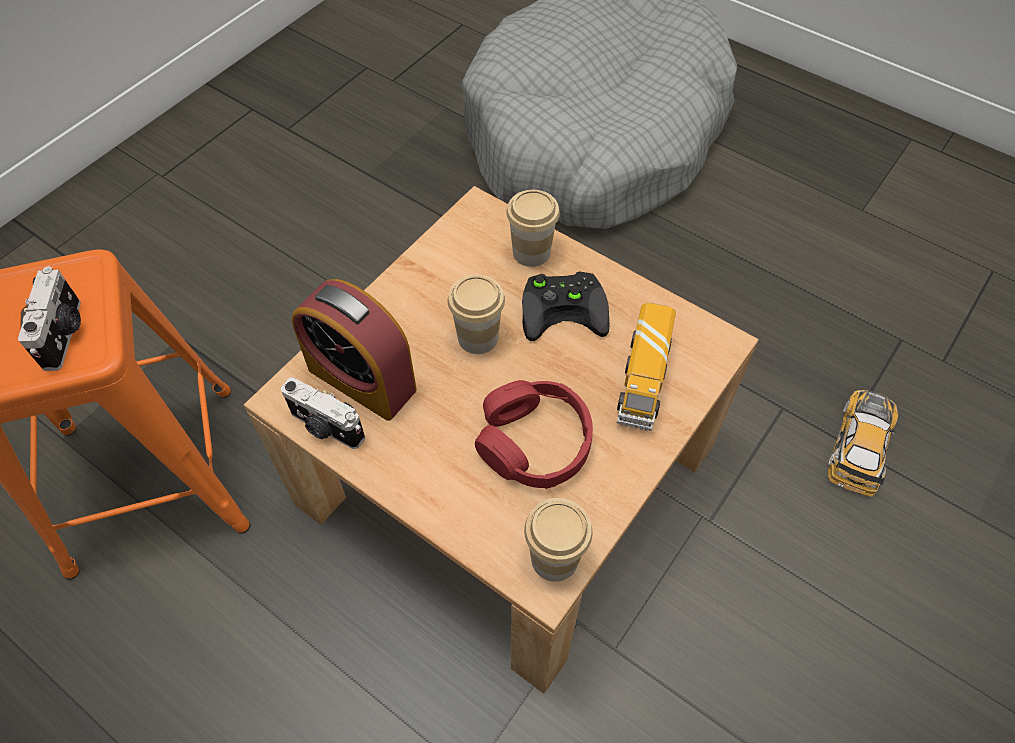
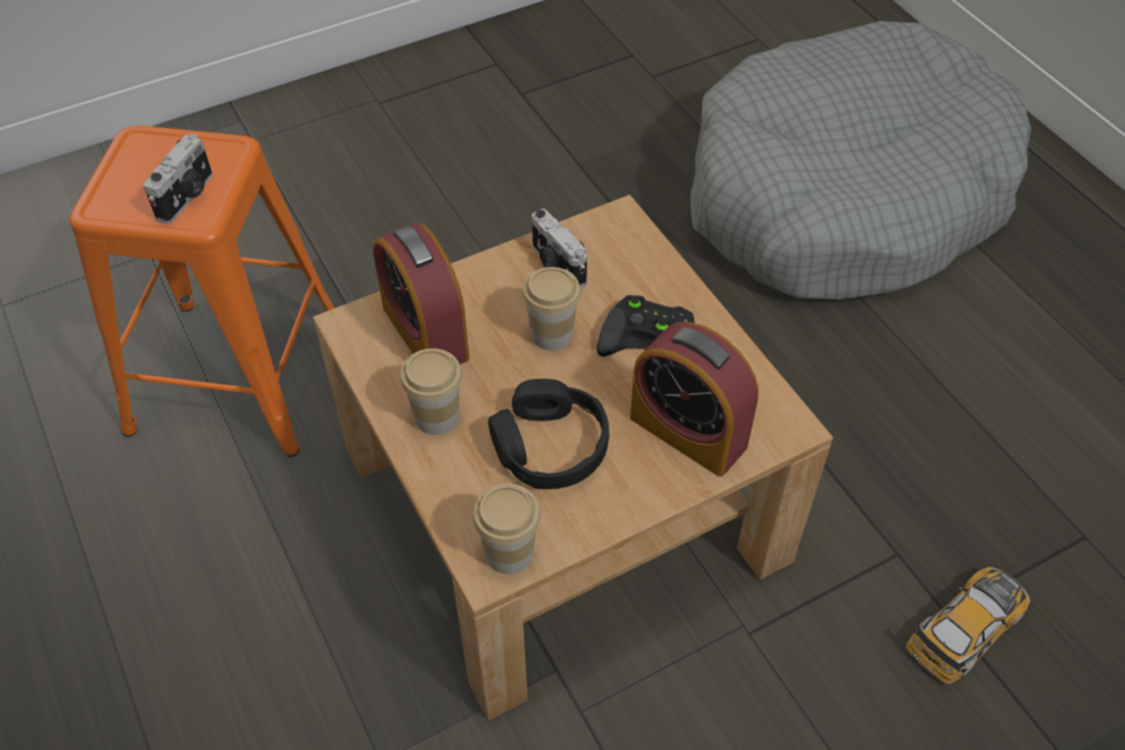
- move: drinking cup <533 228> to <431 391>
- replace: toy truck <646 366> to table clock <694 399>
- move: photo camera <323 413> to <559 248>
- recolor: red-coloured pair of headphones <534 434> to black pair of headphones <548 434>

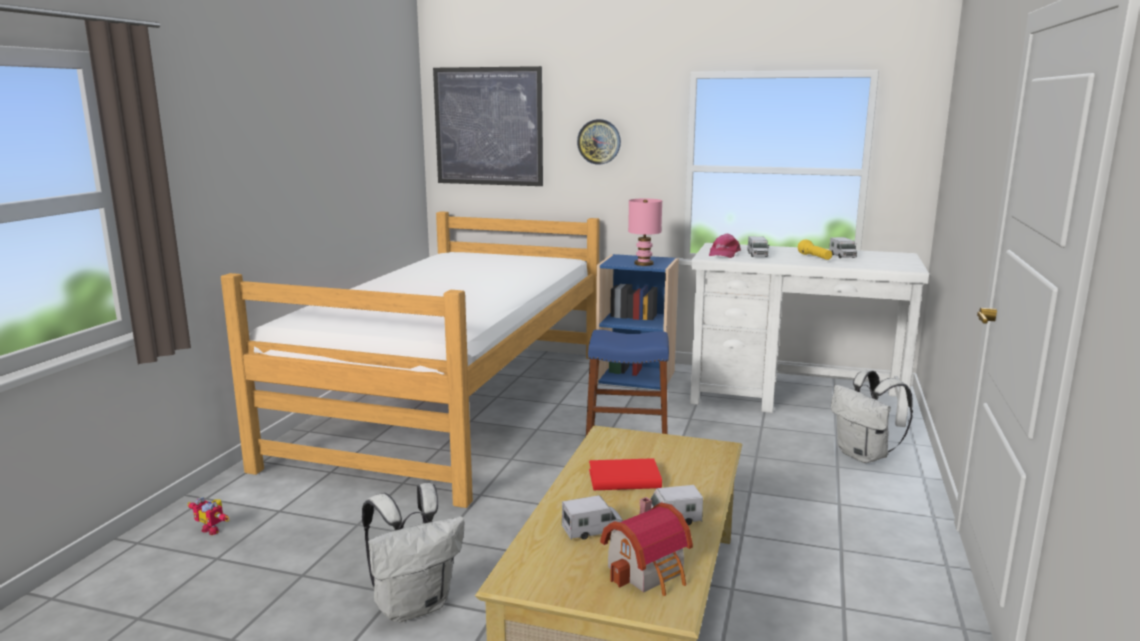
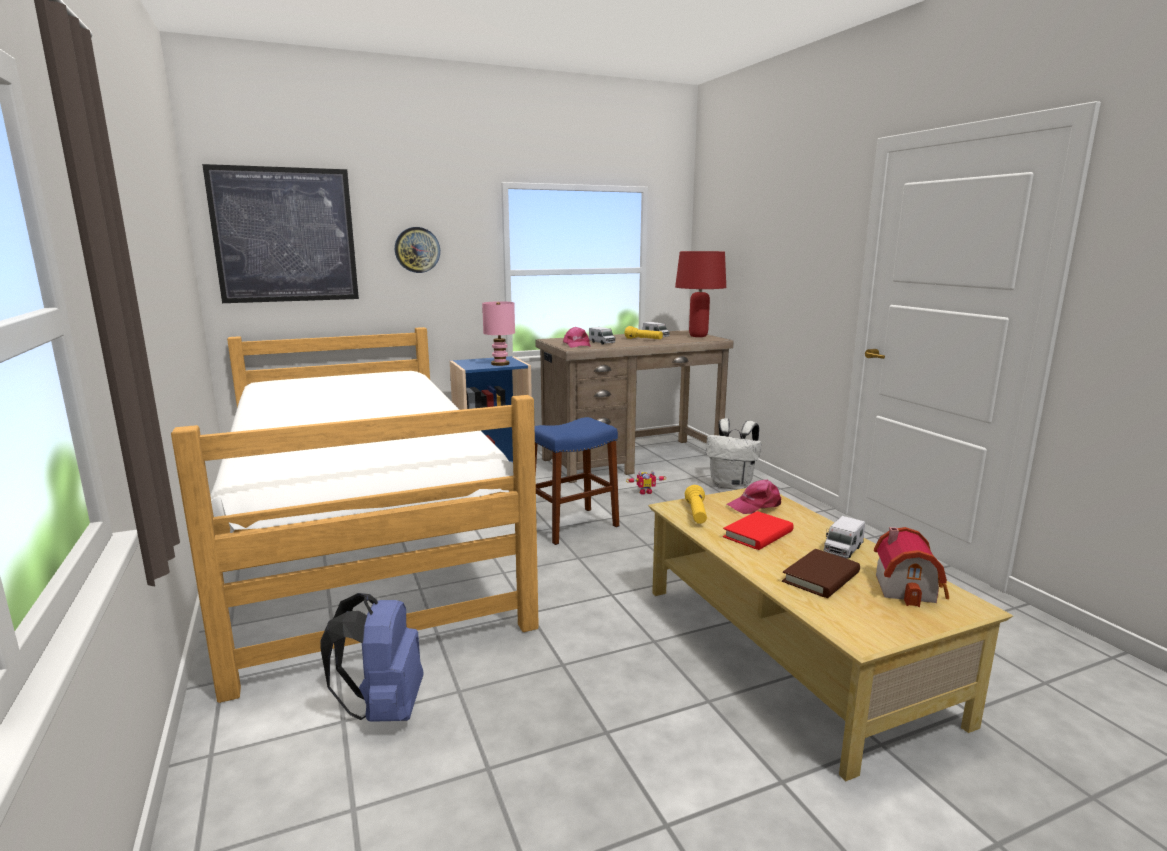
- recolor: white-coloured desk unit <809 335> to brown desk unit <634 406>
- delete: white-coloured backpack <413 552>
- replace: toy truck <592 517> to brown bound book <821 573>
- move: toy robot <208 516> to <646 483>
- insert: red-coloured lamp for a table <700 294>
- insert: pink peaked cap <754 497>
- insert: yellow hand torch <696 504>
- insert: bluish backpack <371 657>

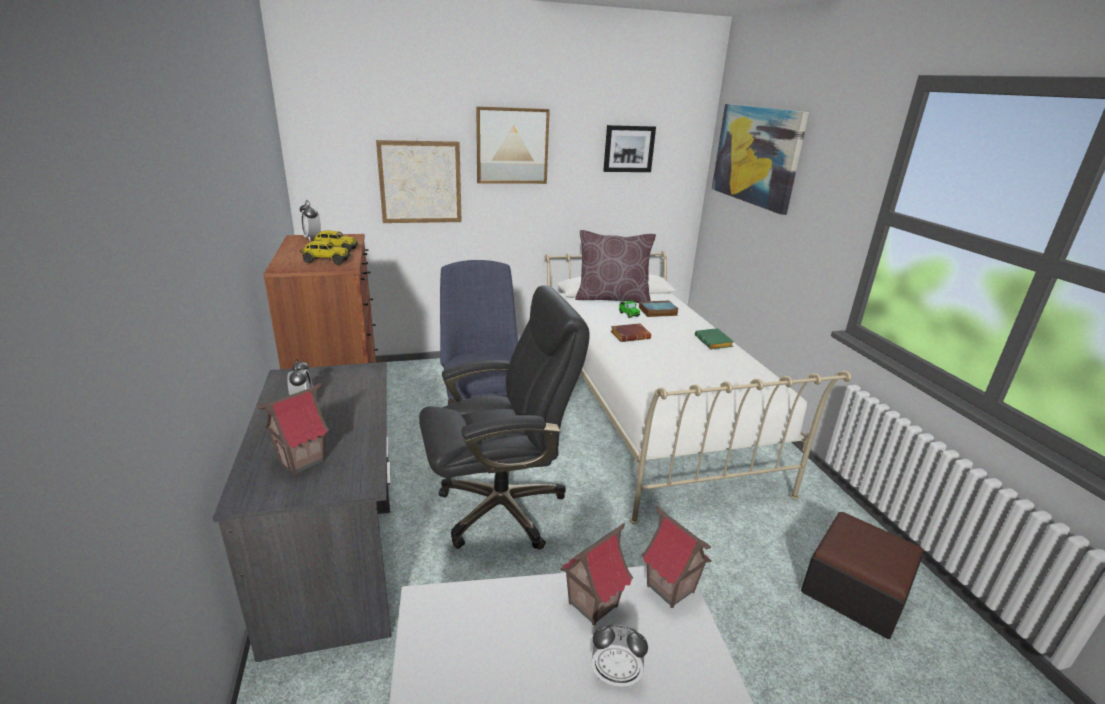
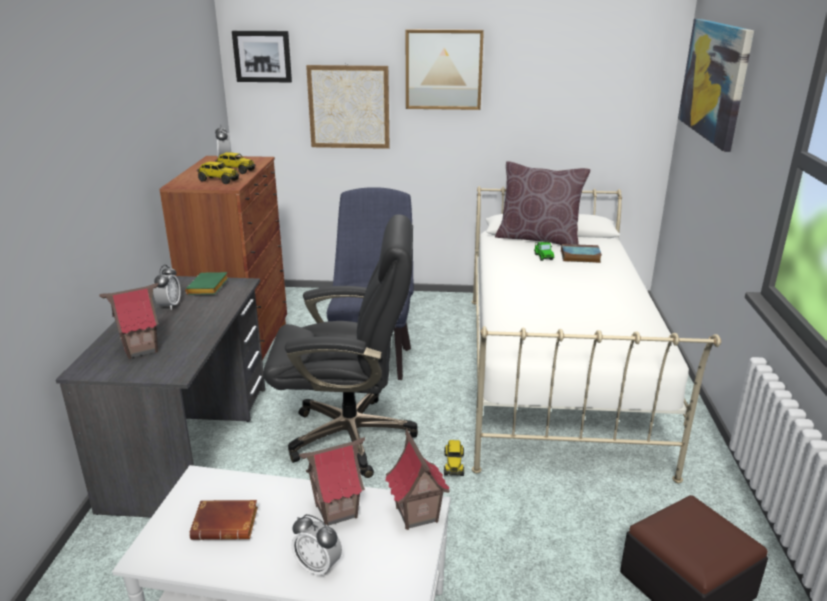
- move: wall picture <629 148> to <262 57>
- move: brown bound book <631 332> to <223 520>
- move: green-coloured bound book <714 338> to <206 283>
- insert: toy truck <454 458>

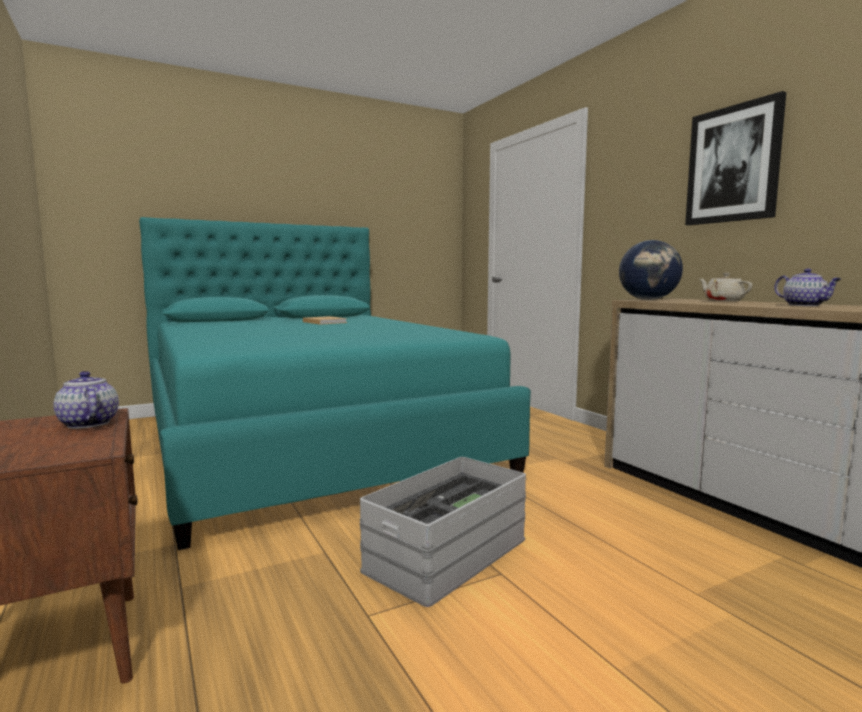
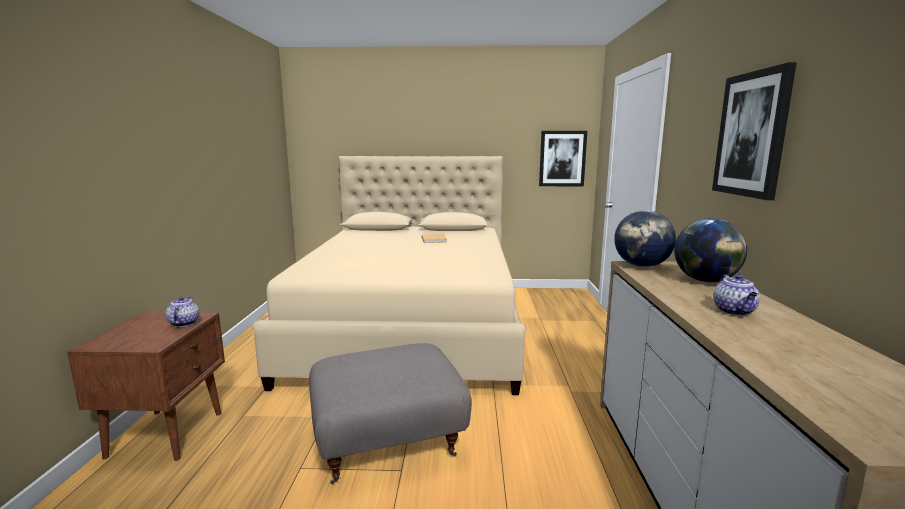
- recolor: turquoise sleeping bed <335 383> to sand-coloured sleeping bed <389 275>
- replace: sand-coloured teapot <726 287> to world globe <710 250>
- replace: grey storage container <443 532> to grey ottoman <390 413>
- insert: wall picture <563 158>

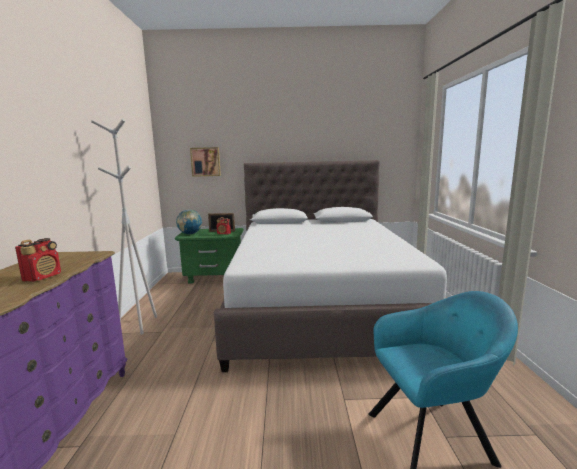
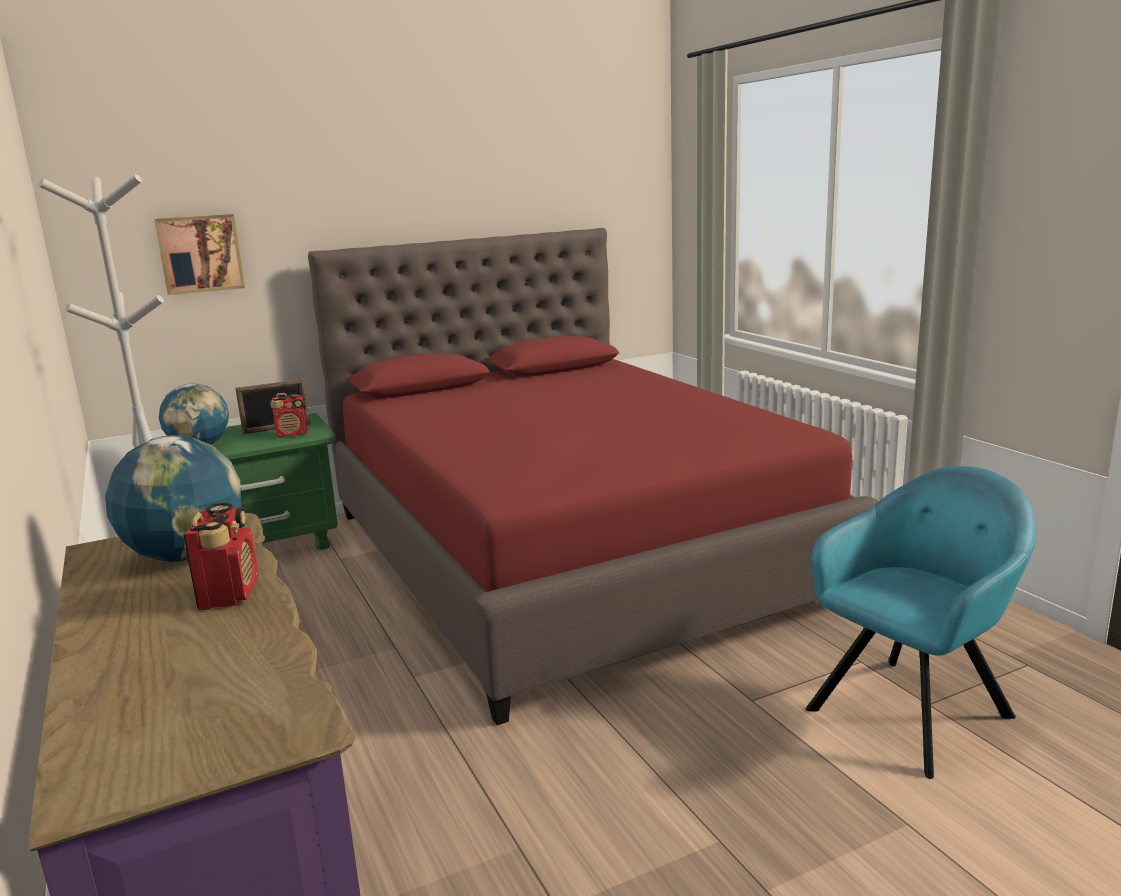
- recolor: white-coloured sleeping bed <330 266> to red-coloured sleeping bed <593 476>
- insert: world globe <173 498>

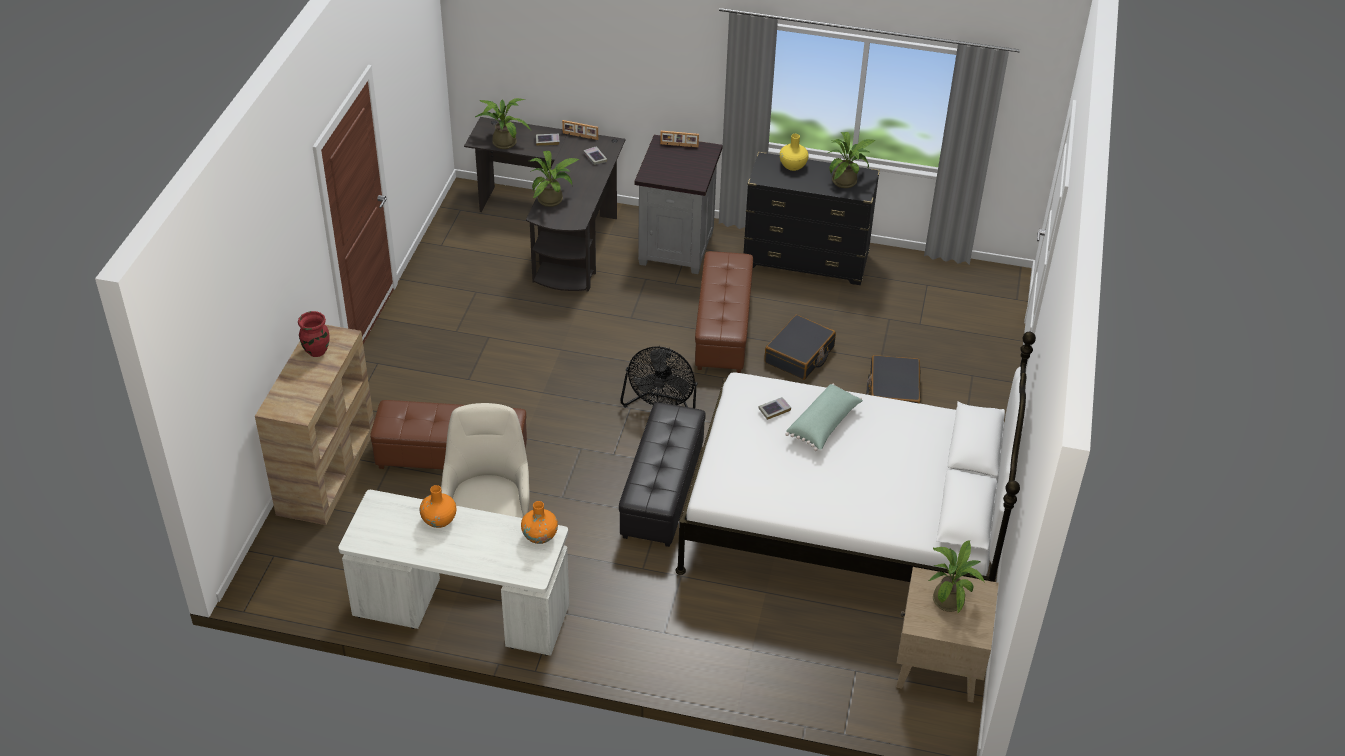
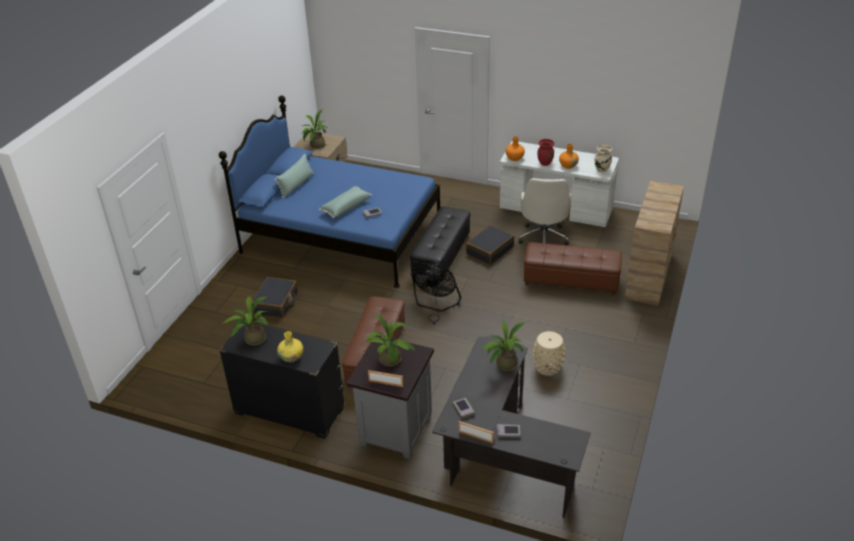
- move: houseplant <503 123> to <390 340>
- move: red-coloured flower vase <314 334> to <545 152>
- move: black travel case <800 347> to <490 245>
- recolor: white-coloured sleeping bed <856 457> to bluish sleeping bed <329 192>
- insert: sand-coloured flower vase <603 158>
- insert: green-coloured pillow <294 176>
- insert: sand-coloured sitting stool <549 353>

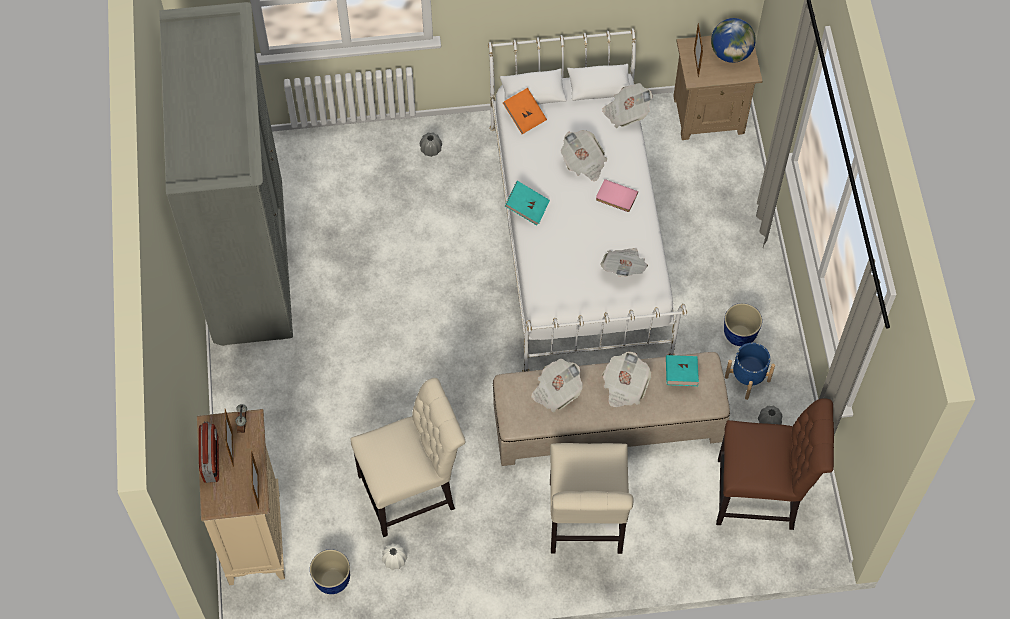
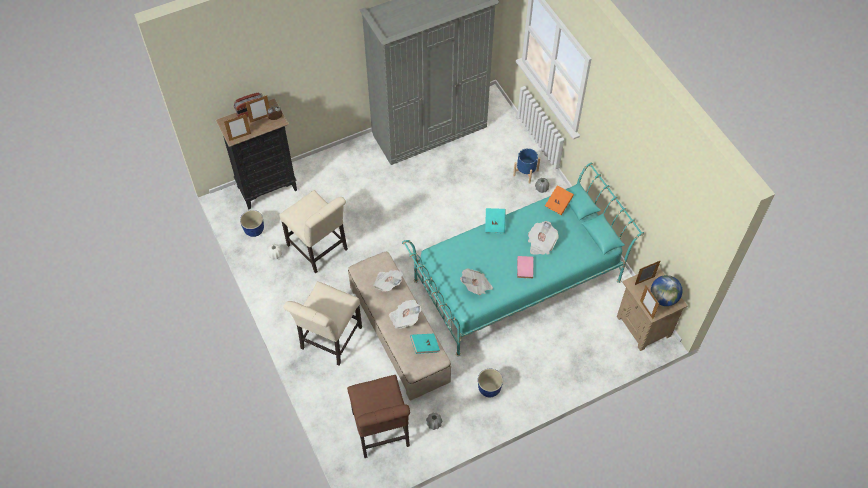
- recolor: white-coloured sleeping bed <587 200> to turquoise sleeping bed <523 259>
- delete: daily paper <627 105>
- move: bluish plant pot <750 371> to <526 166>
- recolor: sand-coloured dresser <241 497> to black dresser <256 153>
- rotate: sand-coloured chair <592 498> = <322 323> 45 degrees counterclockwise
- insert: picture frame <649 302>

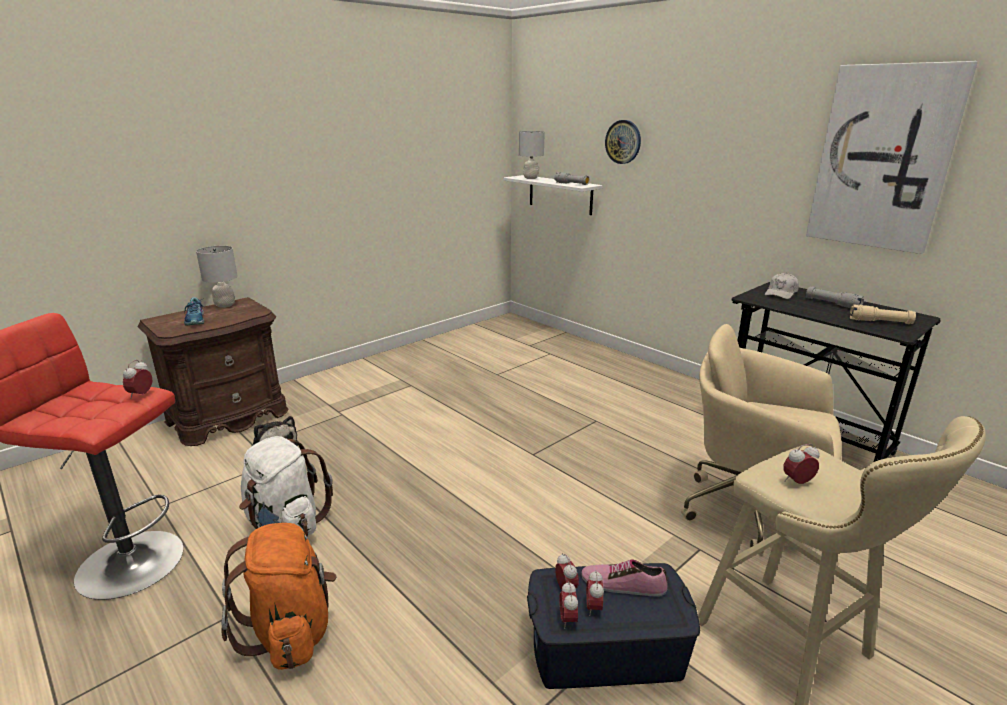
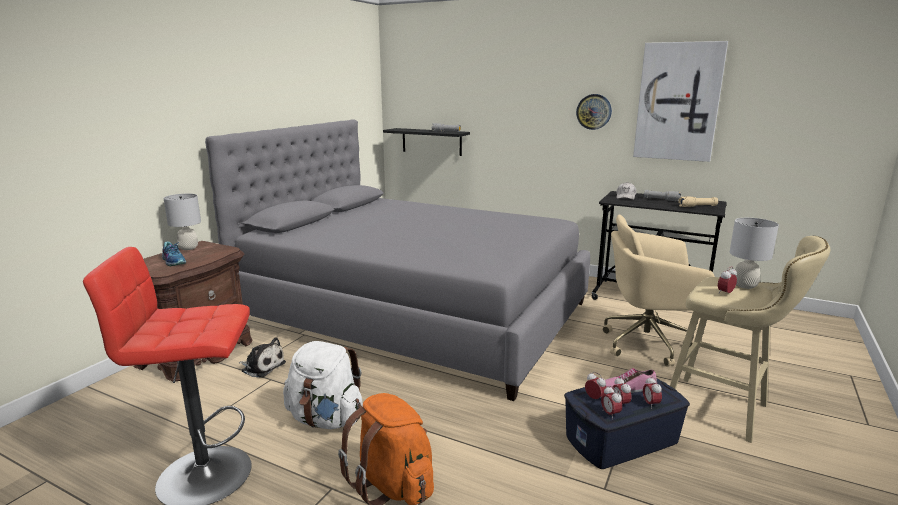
- move: hanging clock <623 142> to <594 112>
- move: grey lamp for a table <532 155> to <754 253>
- recolor: white-coloured bracket shelf <553 195> to black bracket shelf <426 142>
- move: table clock <137 379> to <652 392>
- insert: grey sleeping bed <397 260>

